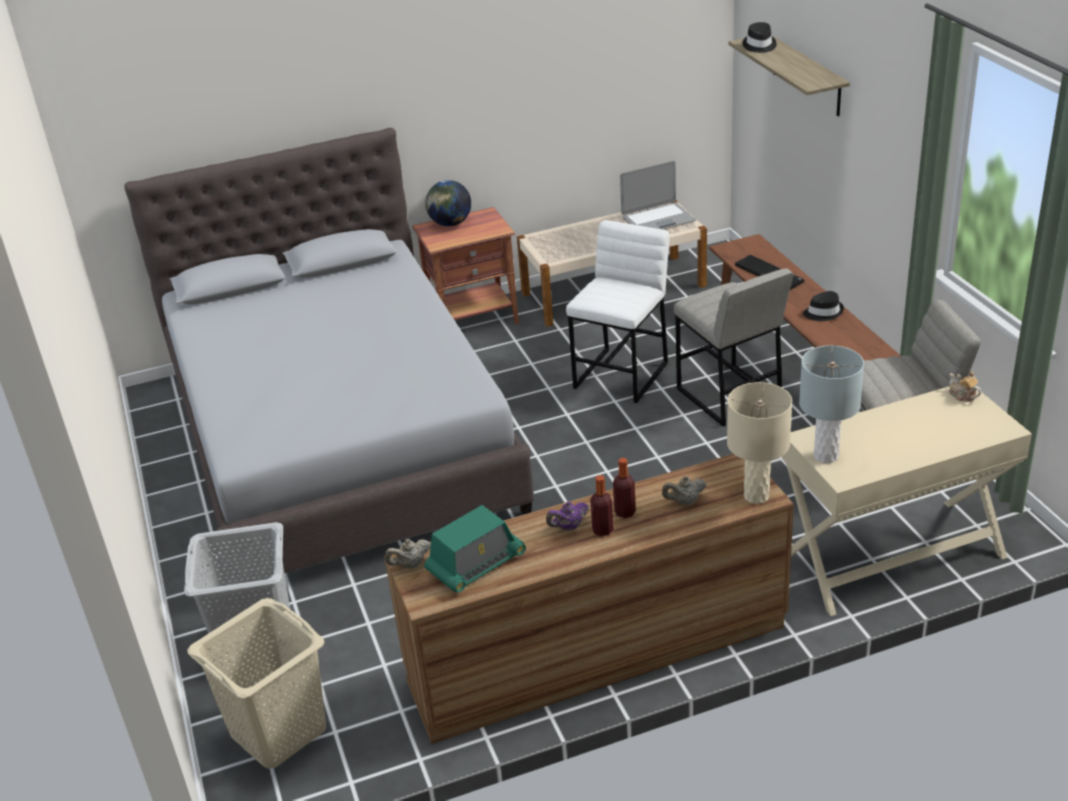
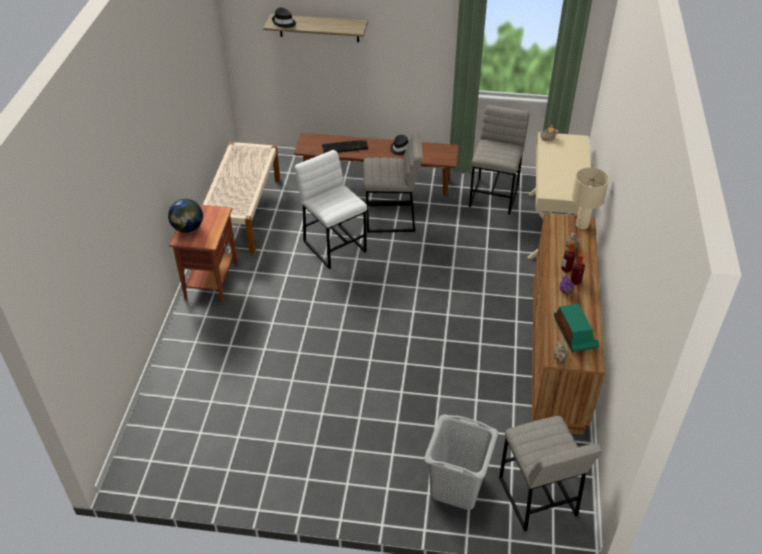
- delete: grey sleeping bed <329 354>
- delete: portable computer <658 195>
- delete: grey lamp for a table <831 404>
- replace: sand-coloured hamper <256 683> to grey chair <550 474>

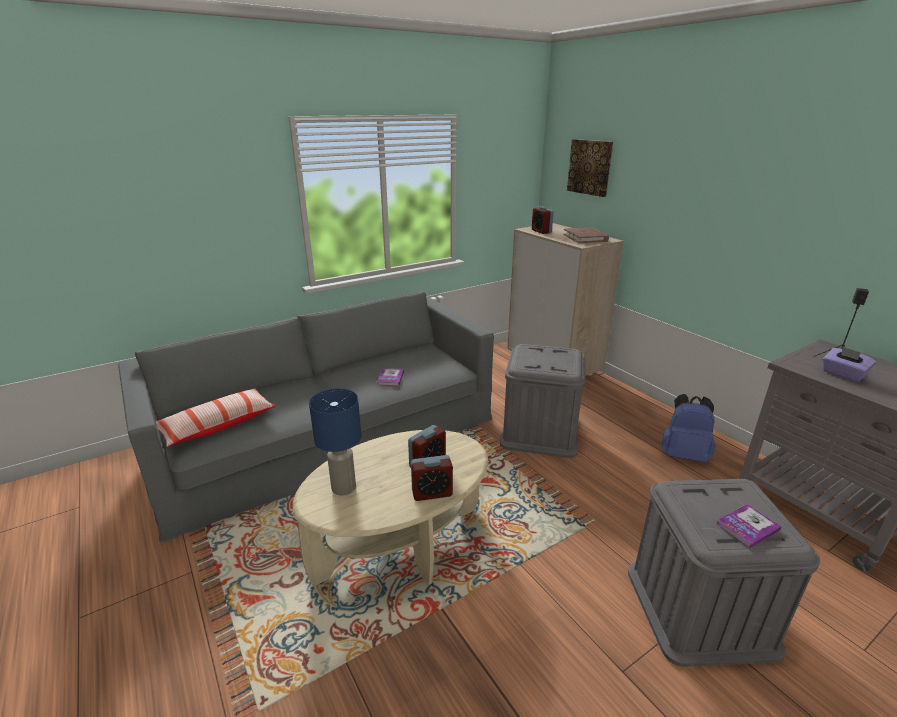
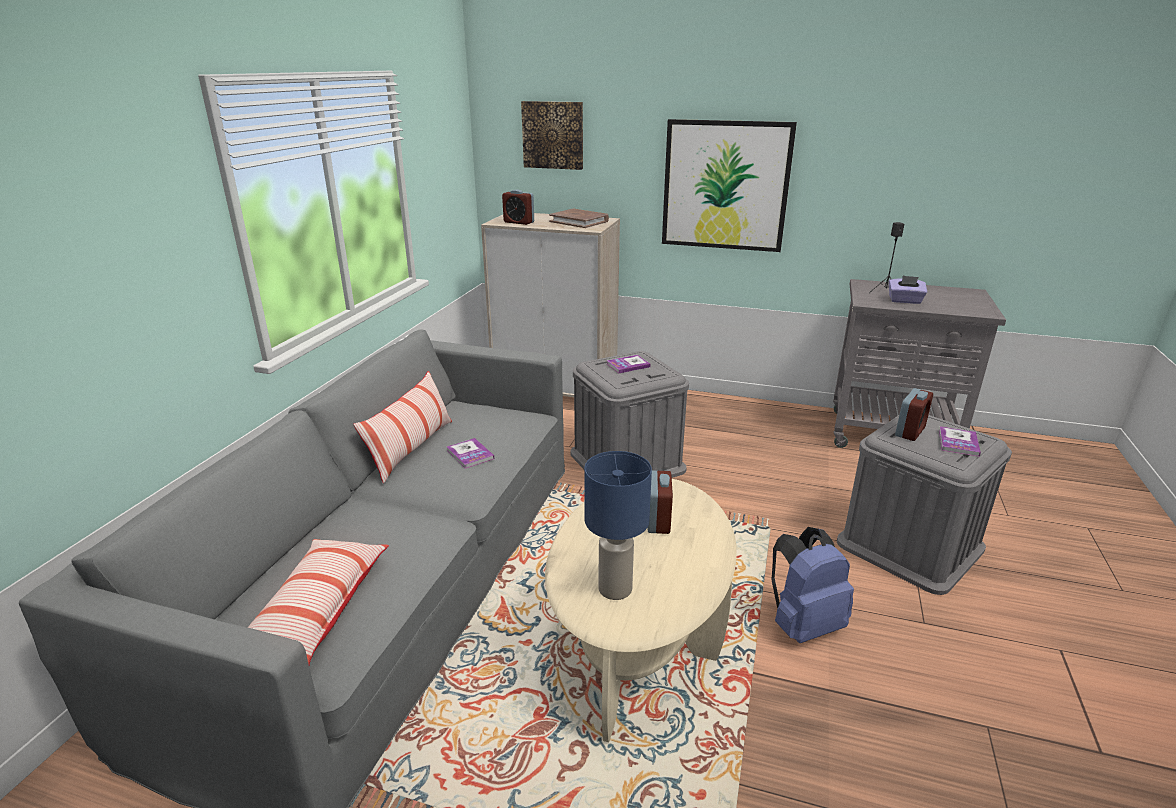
- move: bluish backpack <689 428> to <813 585>
- move: table clock <432 478> to <914 414>
- insert: wall picture <729 185>
- insert: bound book <628 364>
- insert: pillow <403 427>

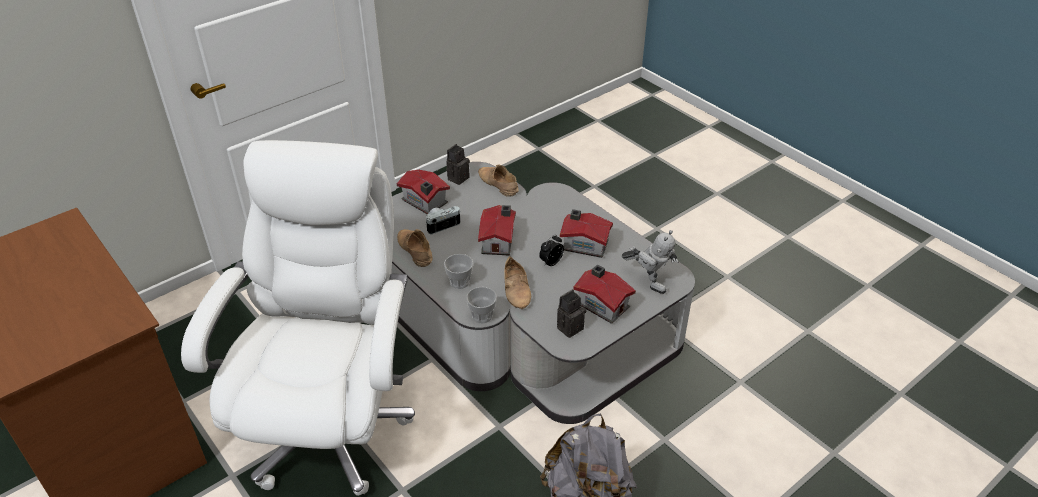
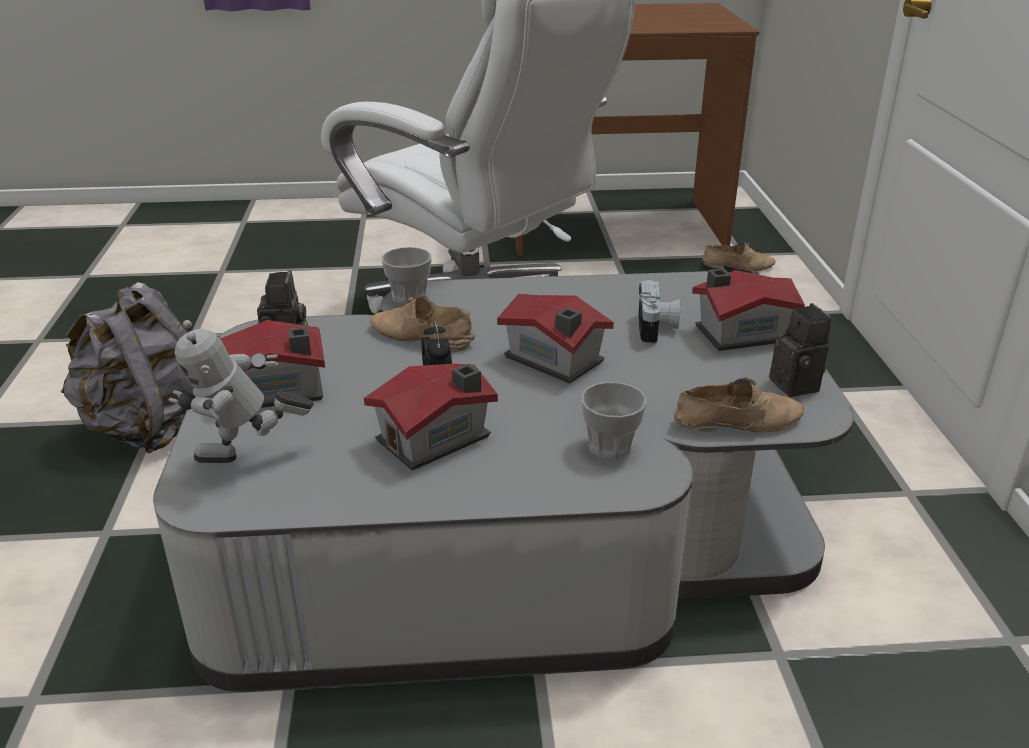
- move: sand-coloured item of footwear <414 248> to <738 256>
- move: drinking cup <458 271> to <614 420>

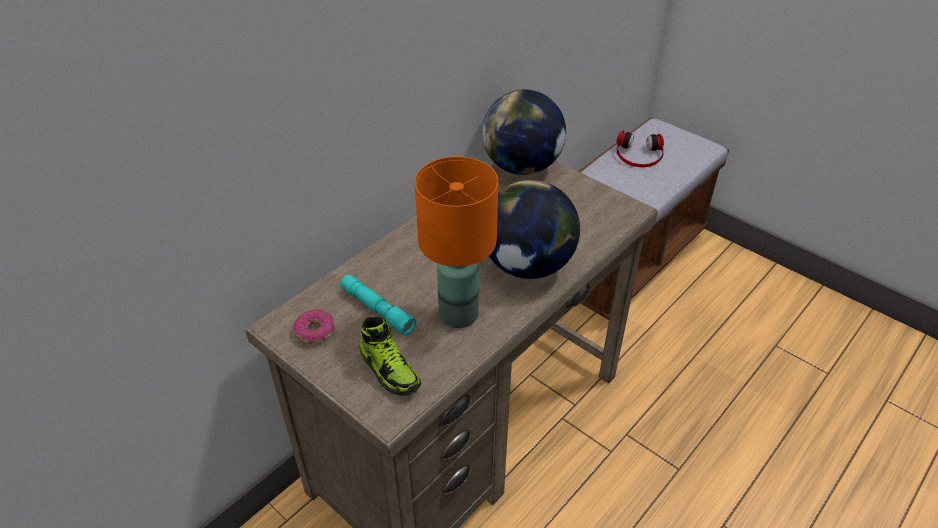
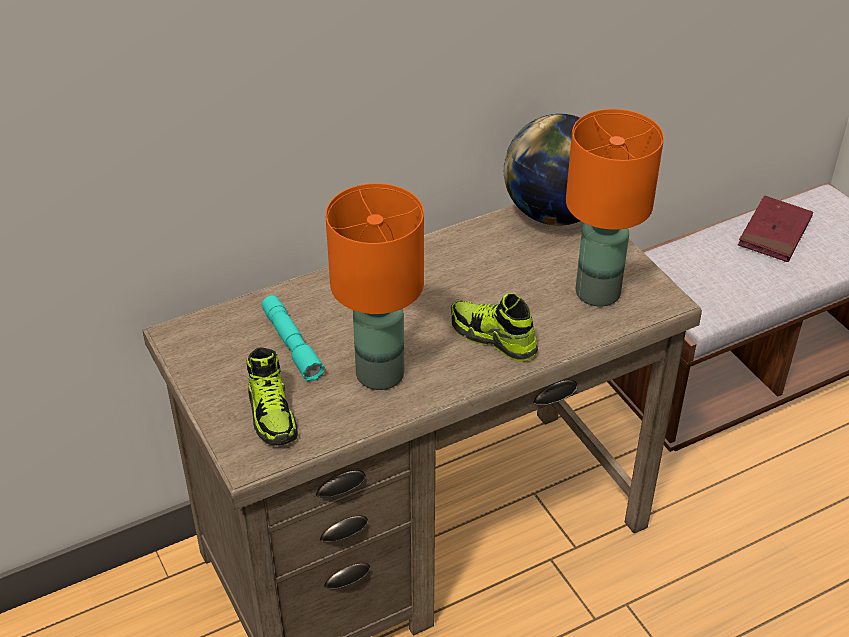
- replace: pair of headphones <640 149> to red-coloured bound book <775 228>
- replace: world globe <534 229> to item of footwear <494 328>
- delete: donut <314 326>
- insert: orange lamp for a table <615 207>

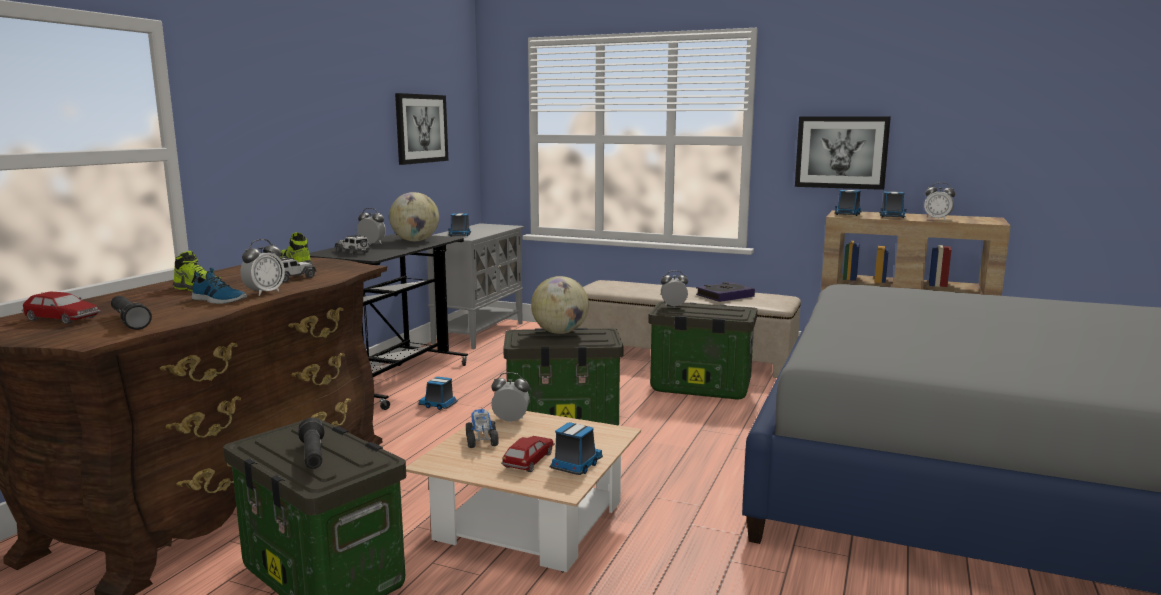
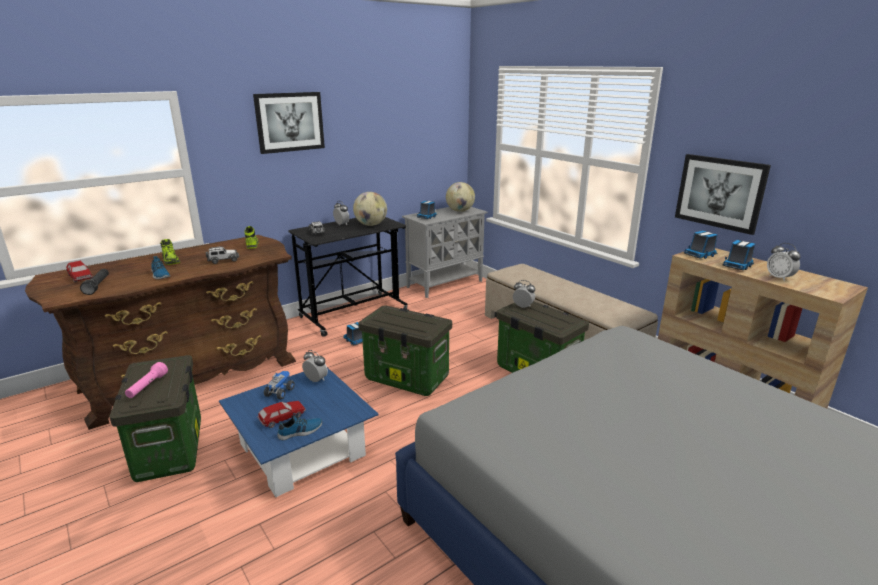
- move: wall picture <421 129> to <289 123>
- delete: table clock <262 267>
- move: world globe <560 305> to <460 197>
- delete: bound book <725 292>
- recolor: sand-coloured low table <523 490> to bluish low table <299 432>
- recolor: black hand torch <311 443> to pink hand torch <146 380>
- replace: toy truck <576 448> to item of footwear <299 426>

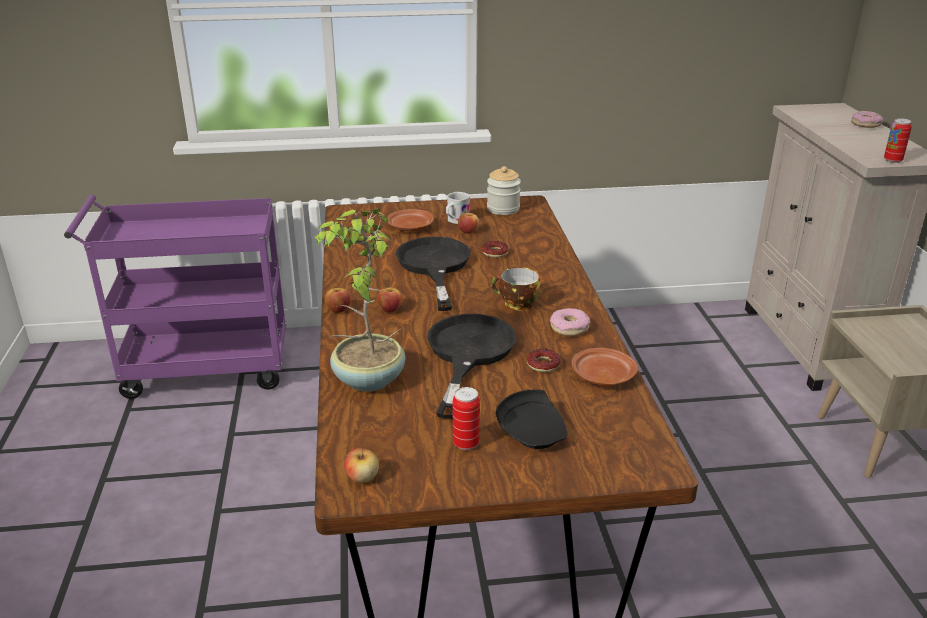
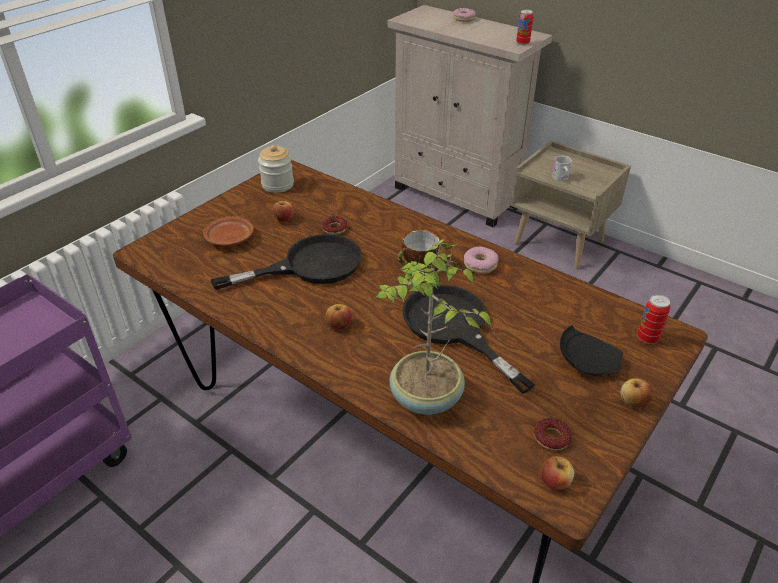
- move: white-coloured mug <458 208> to <562 168>
- rotate: black frying pan <433 274> = <286 262> 120 degrees clockwise
- move: apple <338 300> to <636 393>
- delete: brown dinner plate <605 367>
- move: donut <544 360> to <553 434>
- move: can <466 418> to <653 319>

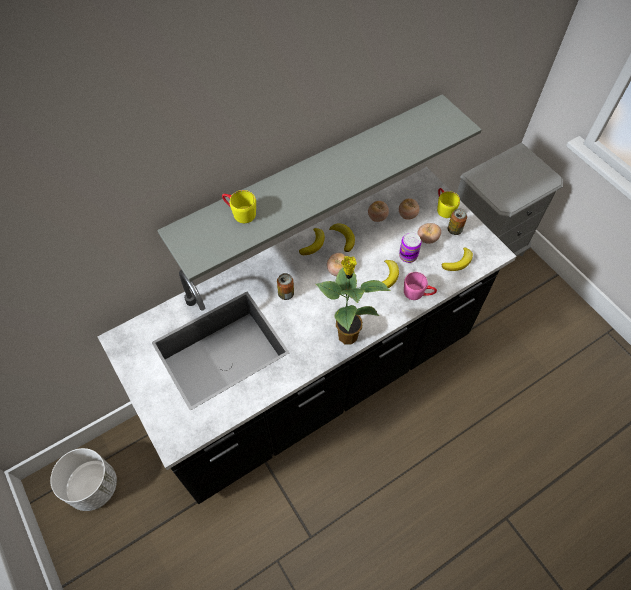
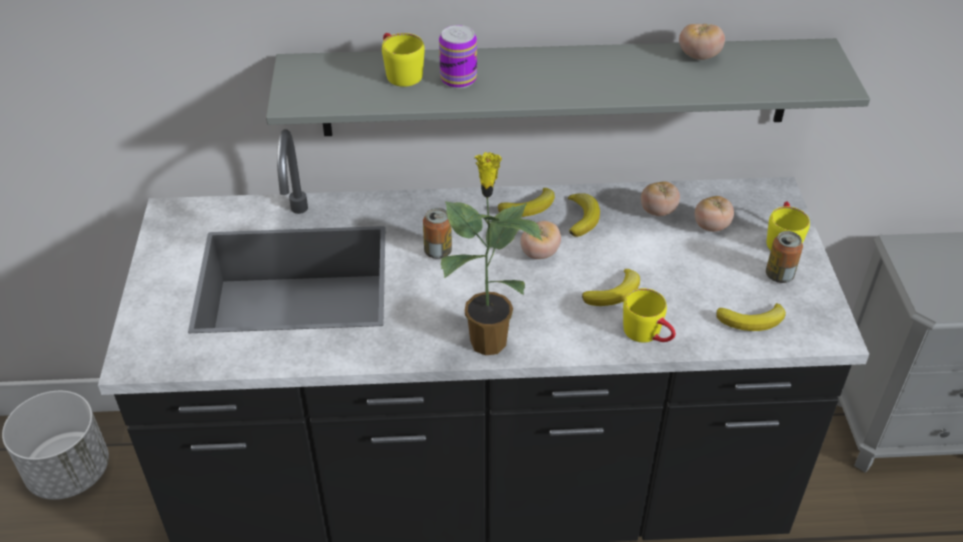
- move: fresh tomato <429 233> to <702 42>
- move: can <410 248> to <458 57>
- recolor: pink mug <420 286> to yellow mug <649 315>

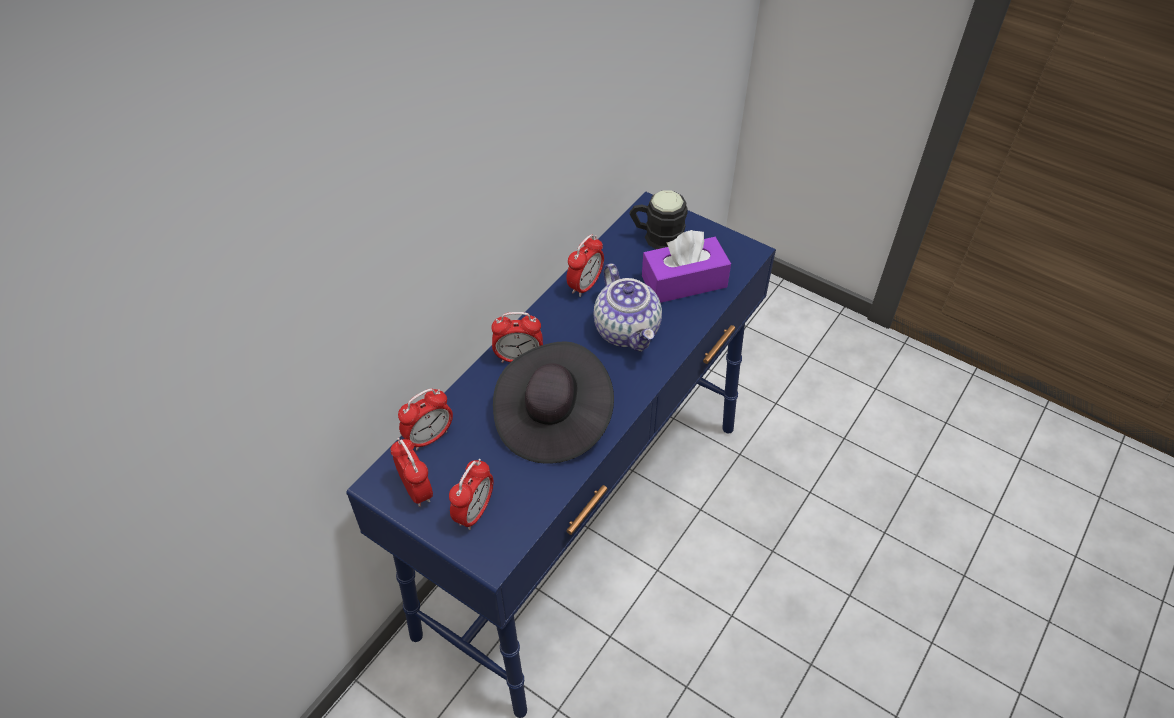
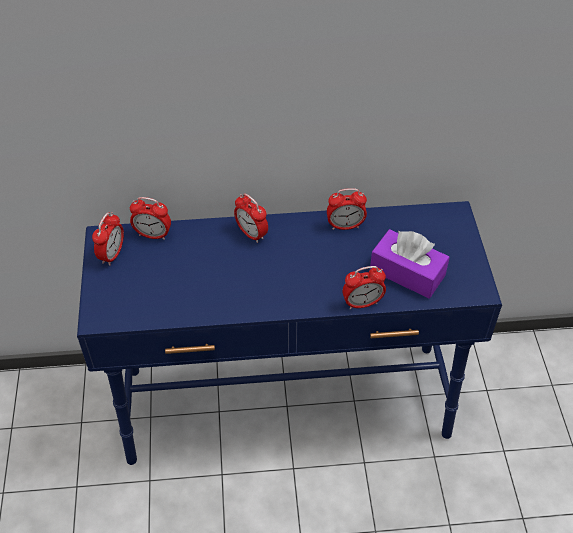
- delete: black mug <659 219>
- delete: teapot <628 307>
- delete: black hat <553 402>
- move: table clock <471 494> to <364 288>

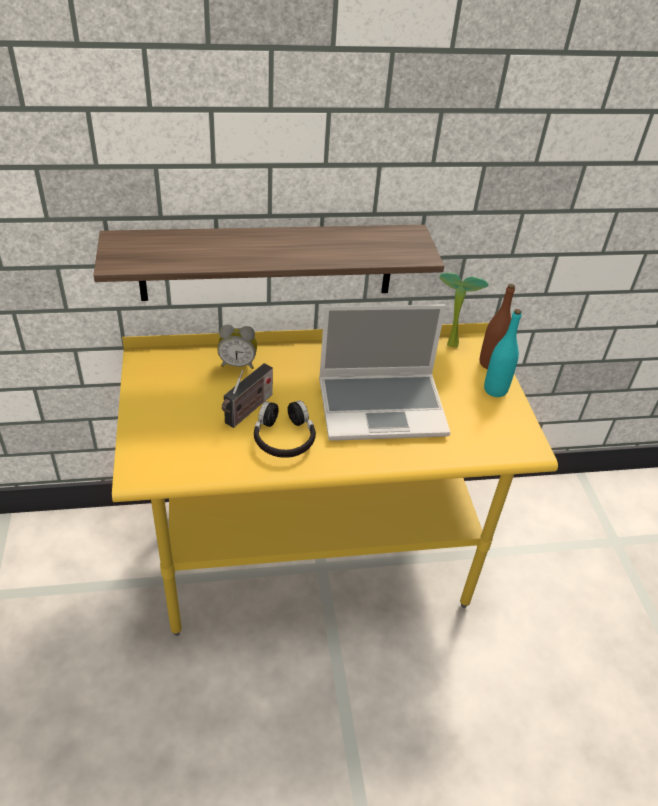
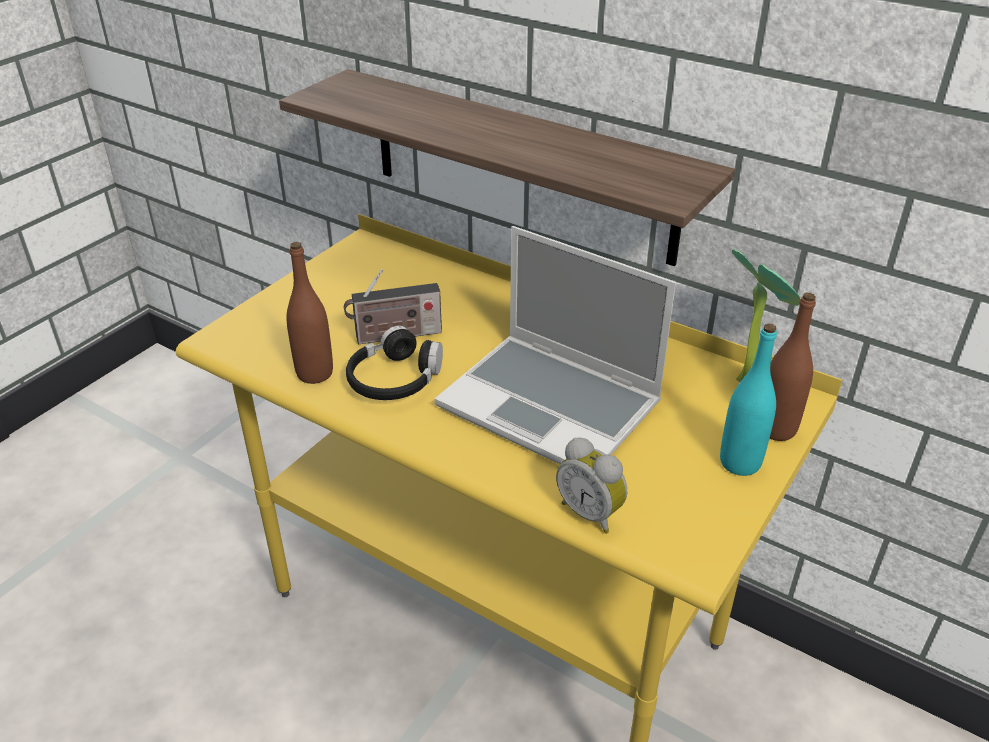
- move: table clock <237 347> to <591 485>
- insert: brown drink bottle <310 313>

